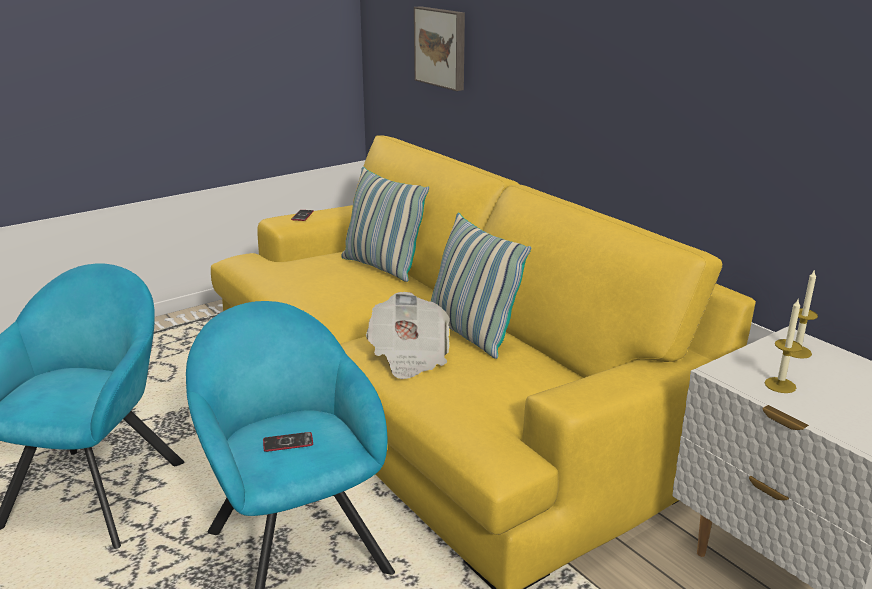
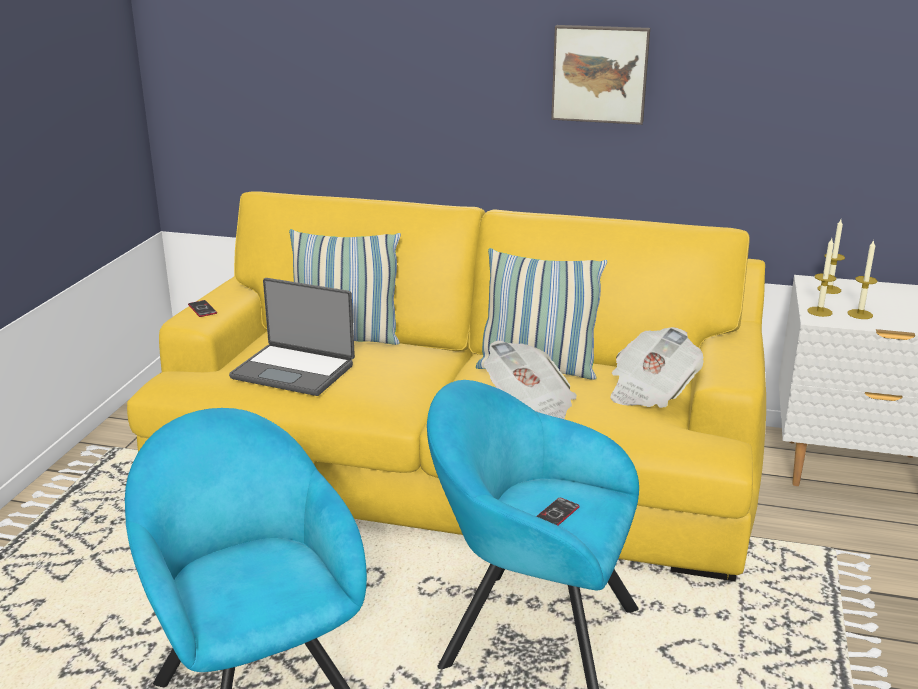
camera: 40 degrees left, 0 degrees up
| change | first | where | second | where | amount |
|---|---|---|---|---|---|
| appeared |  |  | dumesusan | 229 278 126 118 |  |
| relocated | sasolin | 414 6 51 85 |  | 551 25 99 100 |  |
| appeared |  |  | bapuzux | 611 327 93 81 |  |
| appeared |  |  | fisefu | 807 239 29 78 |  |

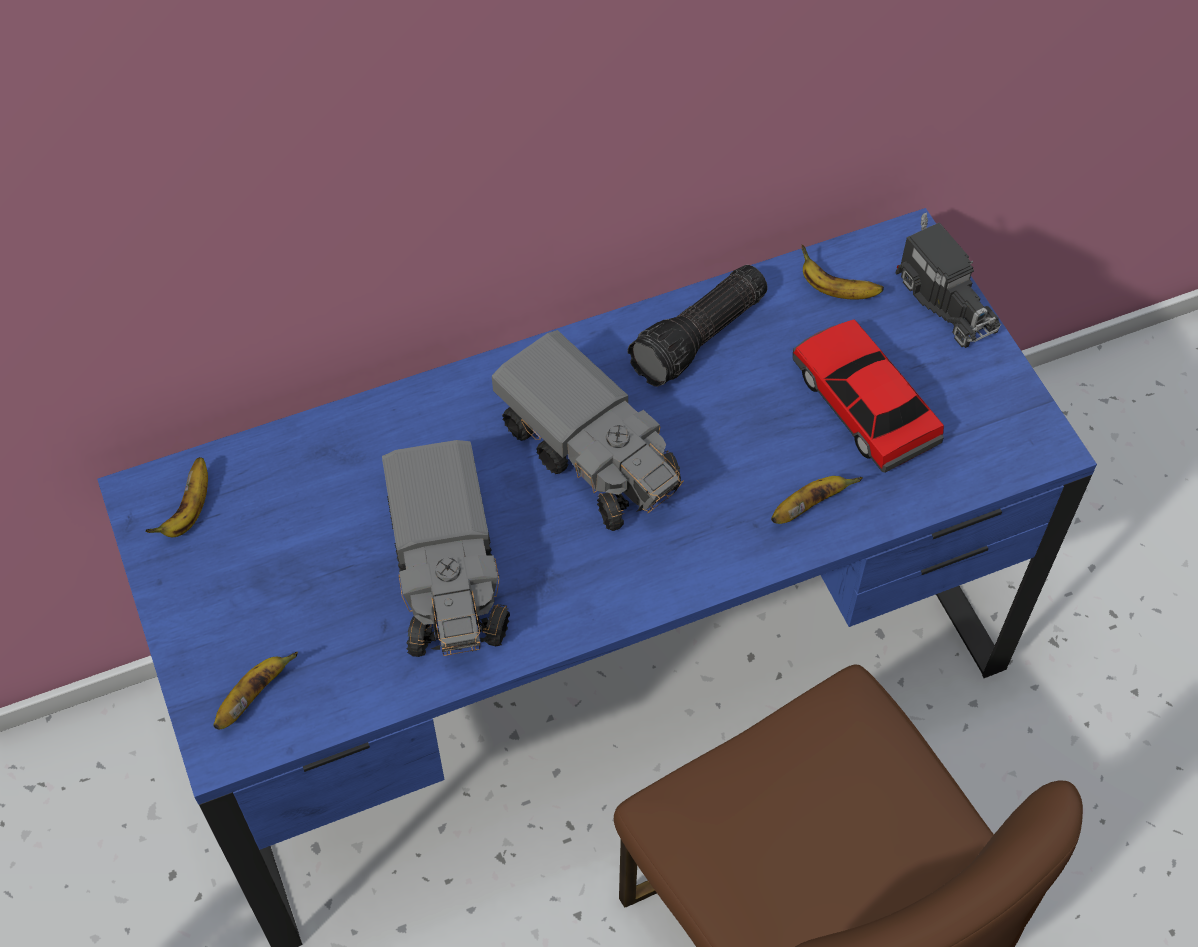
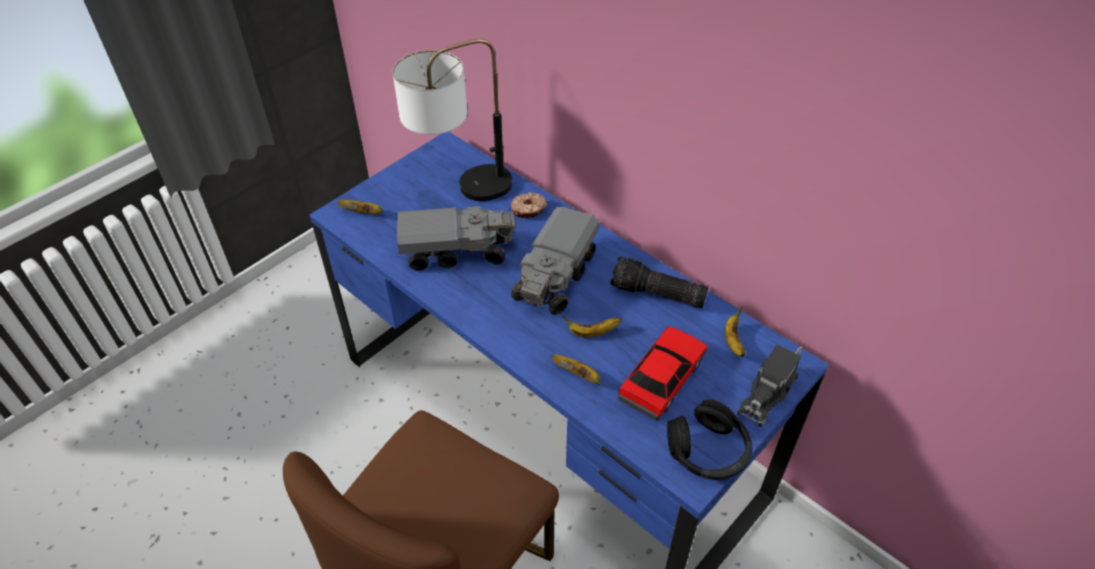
camera: 65 degrees right, 10 degrees down
| change | first | where | second | where | amount |
|---|---|---|---|---|---|
| appeared |  |  | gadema | 393 39 119 162 |  |
| spun | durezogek | 382 440 128 217 |  | 397 206 120 65 | 150 degrees counterclockwise |
| appeared |  |  | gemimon | 511 193 36 26 |  |
| relocated | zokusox | 145 457 63 80 |  | 563 316 58 21 |  |
| appeared |  |  | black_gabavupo | 667 399 85 81 |  |

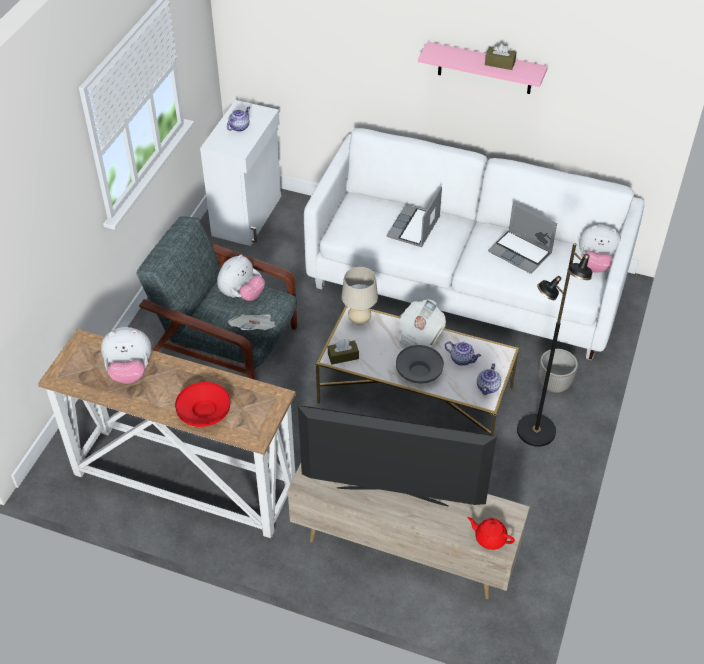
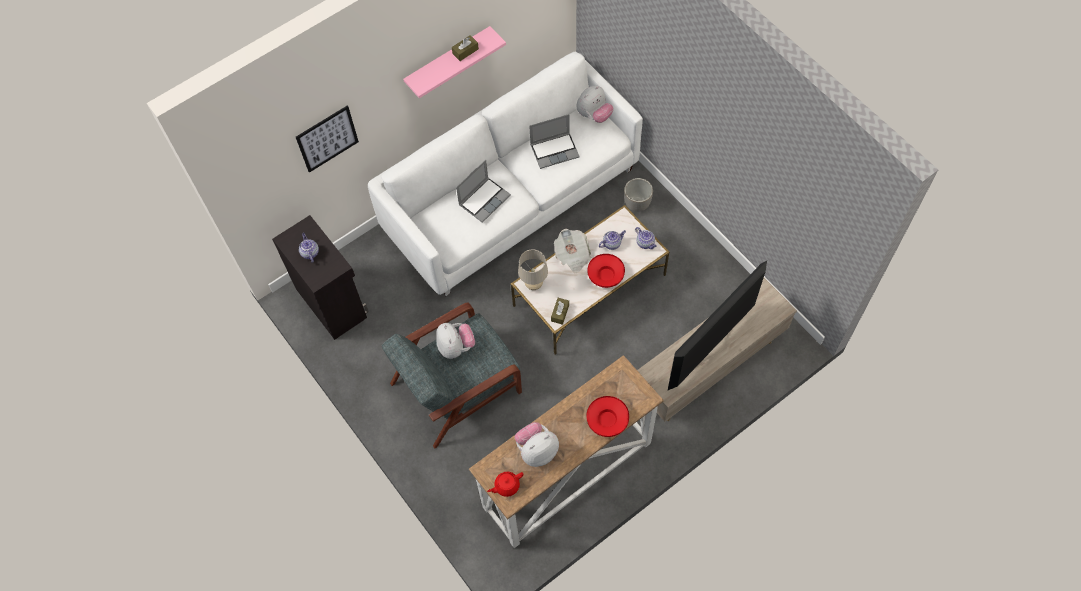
camera: 55 degrees left, 15 degrees up
| change | first | where | second | where | amount |
|---|---|---|---|---|---|
| colour | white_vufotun | 200 100 81 146 | black_vufotun | 272 215 97 125 |  |
| appeared |  |  | sasolin | 296 105 63 68 |  |
| spun | dumesusan | 386 186 56 61 |  | 456 160 55 63 | 105 degrees counterclockwise |
| relocated | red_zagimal | 467 517 48 33 |  | 487 472 37 25 |  |
| spun | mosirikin | 101 327 51 57 |  | 515 422 44 45 | 150 degrees counterclockwise |
| colour | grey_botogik | 396 345 48 39 | red_botogik | 587 254 38 34 |  |
| missing | bapuzux | 228 314 48 16 |  |  |  |
| missing | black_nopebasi | 517 243 75 204 |  |  |  |

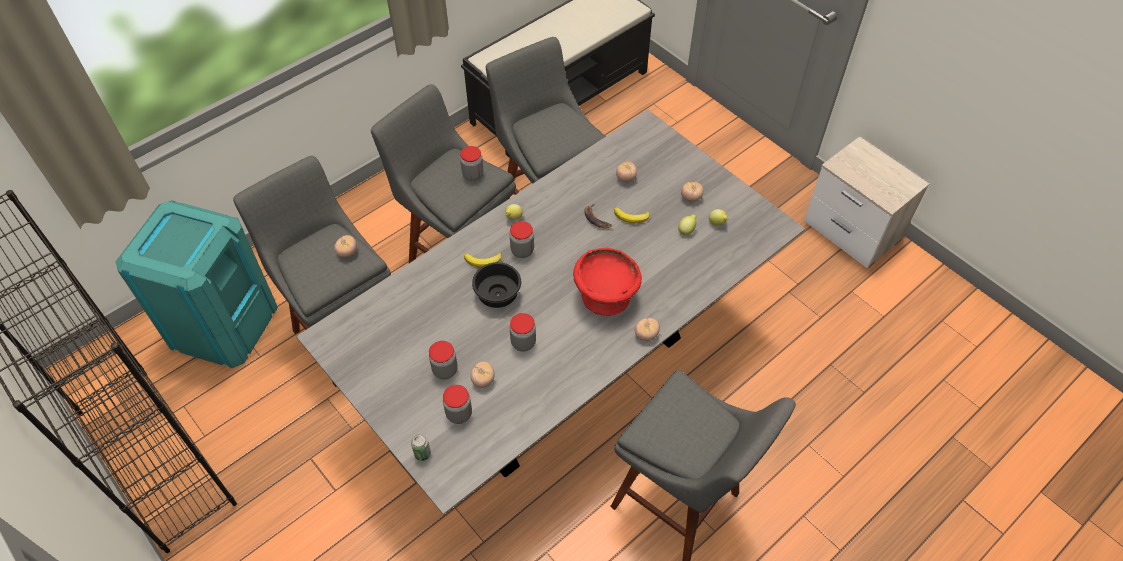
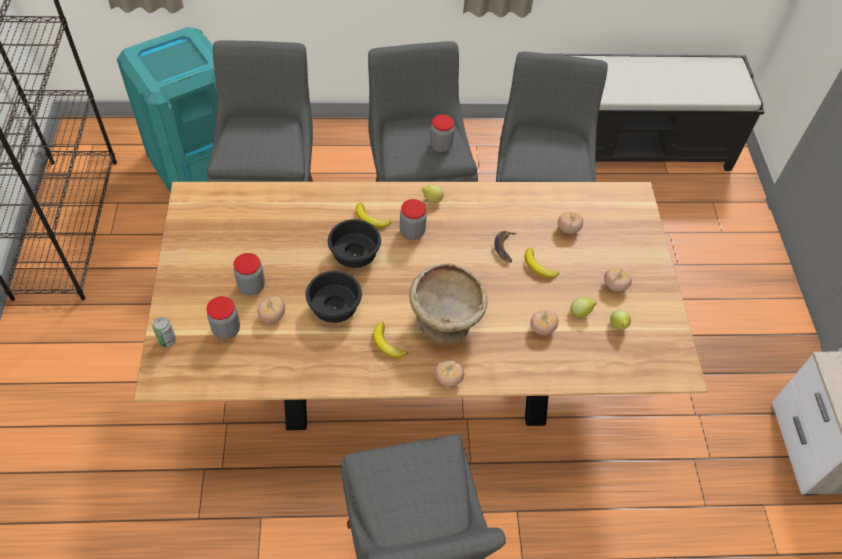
camera: 35 degrees right, 0 degrees up
| change | first | where | second | where | amount |
|---|---|---|---|---|---|
| colour | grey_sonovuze | 296 110 509 405 | brown_sonovuze | 134 182 574 248 |  |
| exchanged | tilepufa | 510 313 26 39 | black_botogik | 305 271 57 52 |  |
| appeared |  |  | zokusox | 373 322 34 36 |  |
| colour | red_botogik | 573 248 69 68 | beige_botogik | 409 263 78 80 |  |
| relocated | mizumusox | 334 235 23 22 |  | 530 310 29 25 |  |

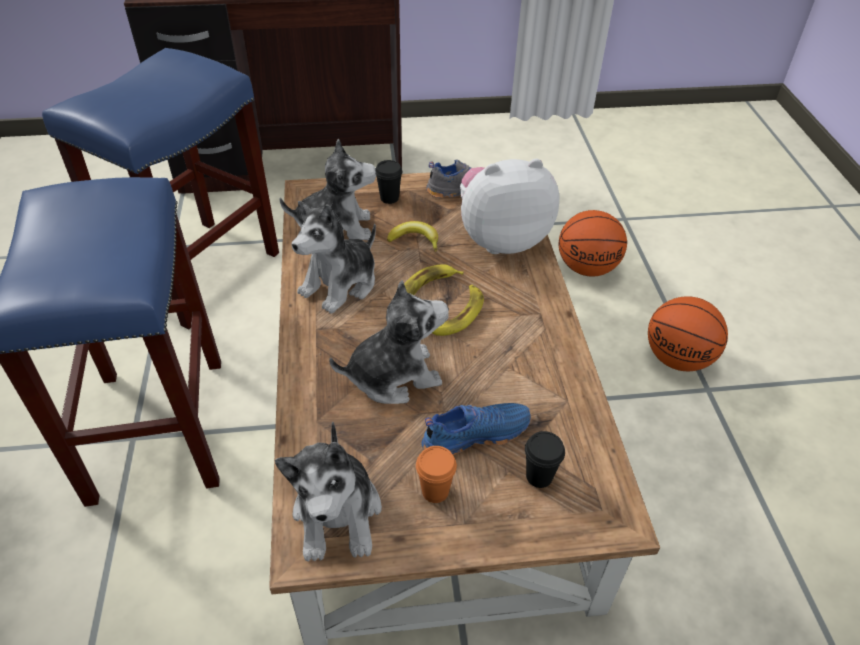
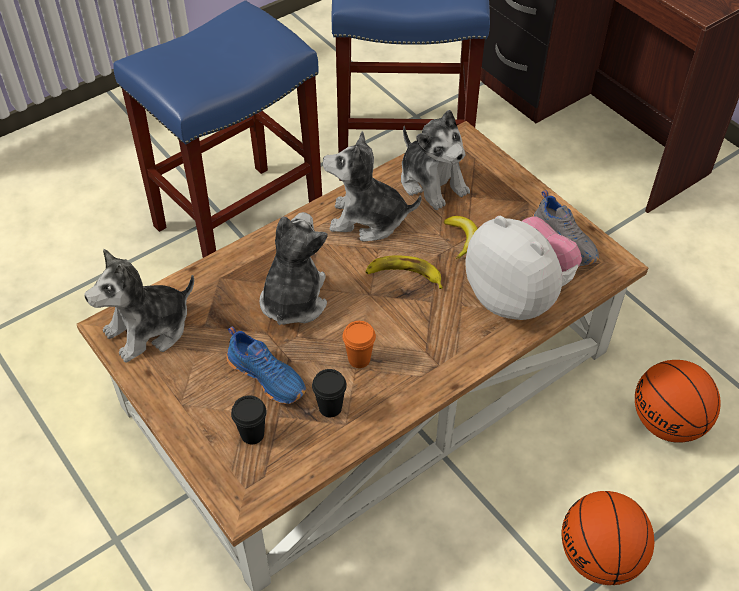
camera: 60 degrees right, 5 degrees up
| change | first | where | second | where | amount |
|---|---|---|---|---|---|
| spun | mosirikin | 329 280 120 124 |  | 260 212 68 113 | 120 degrees counterclockwise |
| relocated | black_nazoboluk | 376 160 26 44 |  | 312 369 35 48 |  |
| relocated | orange_nazoboluk | 416 446 41 57 |  | 342 321 34 47 |  |
| missing | zokusox | 432 285 52 51 |  |  |  |

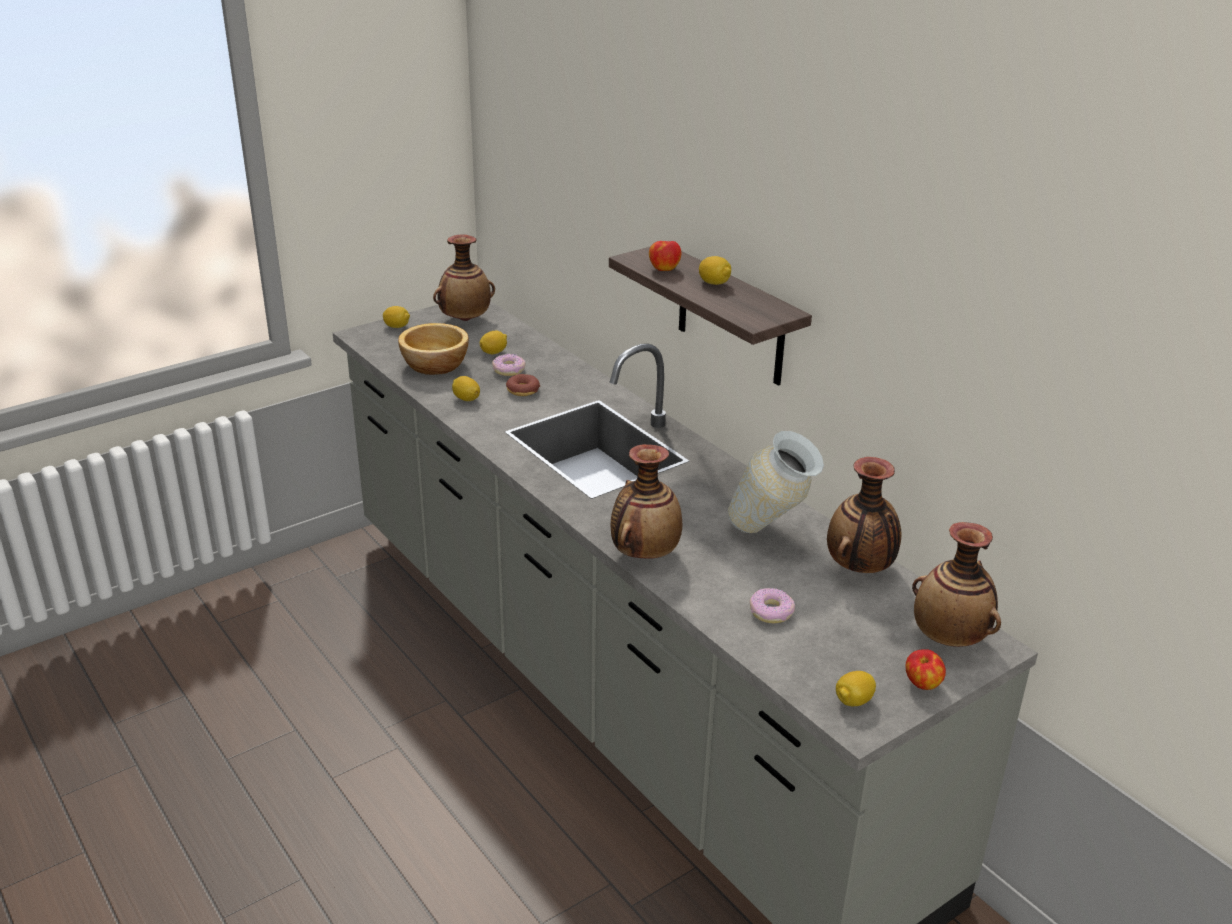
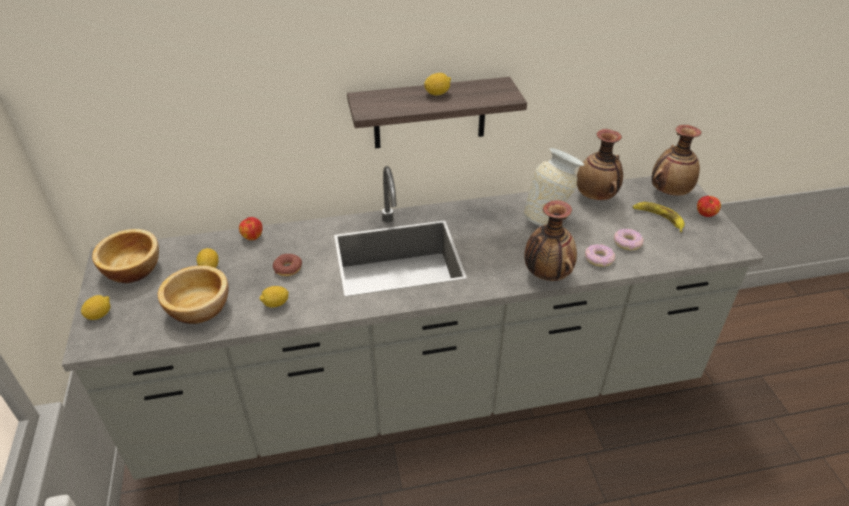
camera: 65 degrees left, 10 degrees up
| change | first | where | second | where | amount |
|---|---|---|---|---|---|
| exchanged | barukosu | 433 234 62 87 | botogik | 92 229 67 54 |  |
| relocated | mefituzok | 649 241 32 30 |  | 239 217 24 23 |  |
| relocated | gemimon | 492 354 33 22 |  | 585 244 30 23 |  |
| appeared |  |  | zokusox | 633 202 52 31 |  |
| missing | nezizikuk | 836 671 40 35 |  |  |  |

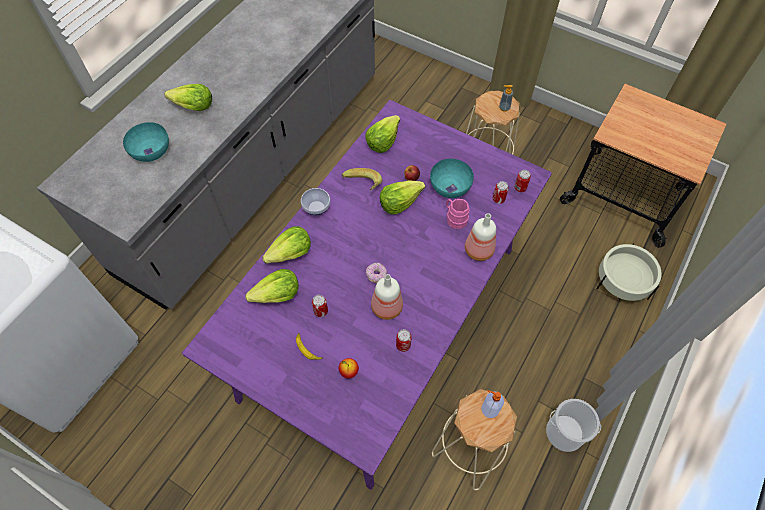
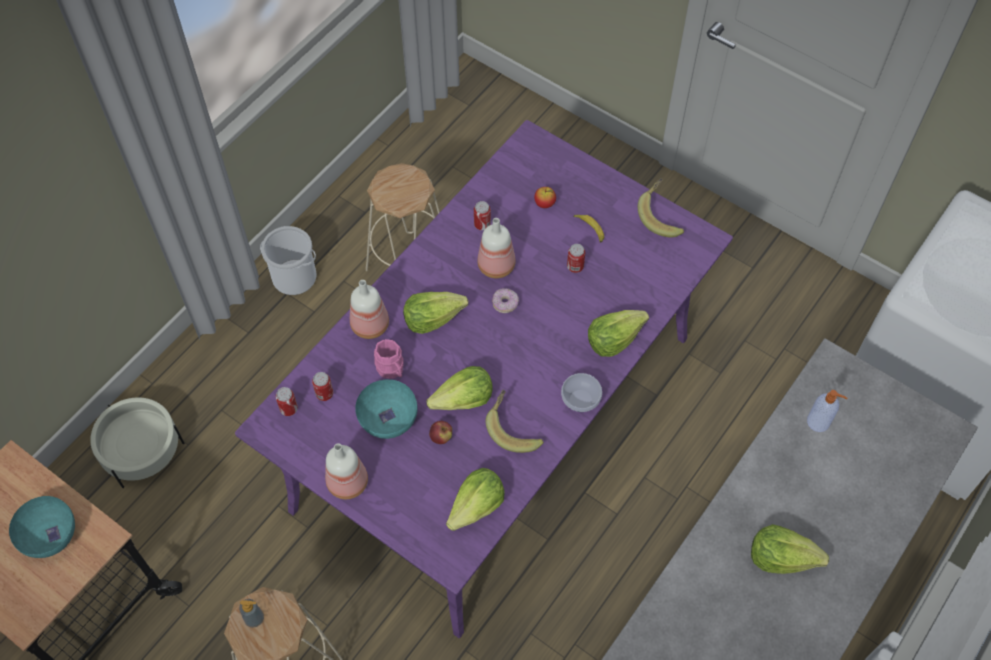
camera: 175 degrees left, 0 degrees up
| change | first | where | second | where | amount |
|---|---|---|---|---|---|
| relocated | turquoise_botogik | 123 122 46 40 |  | 9 496 66 62 |  |
| appeared |  |  | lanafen | 325 443 43 56 |  |
| relocated | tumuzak | 245 269 54 34 |  | 403 292 65 42 |  |
| appeared |  |  | zokusox | 638 178 46 59 |  |
| relocated | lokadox | 481 390 23 28 |  | 807 390 40 42 |  |

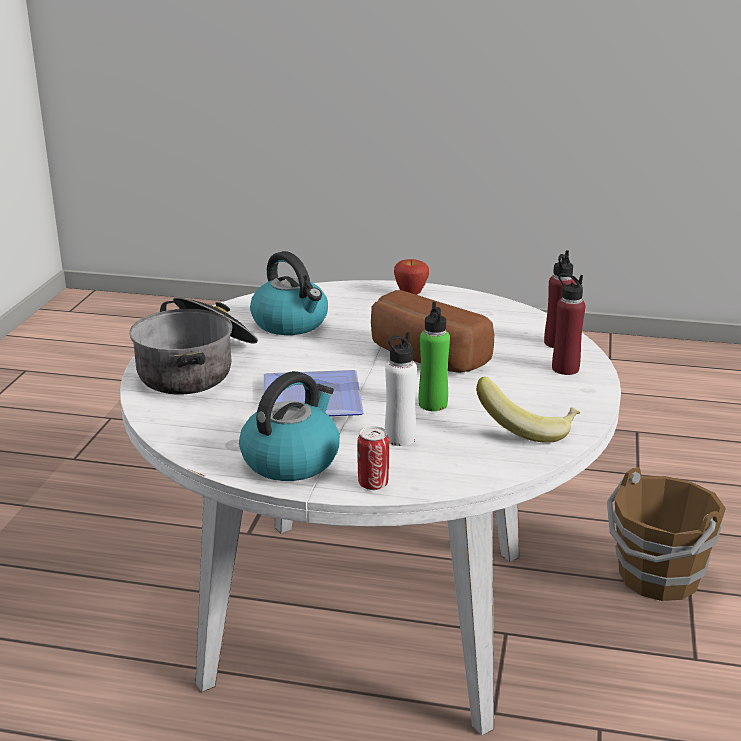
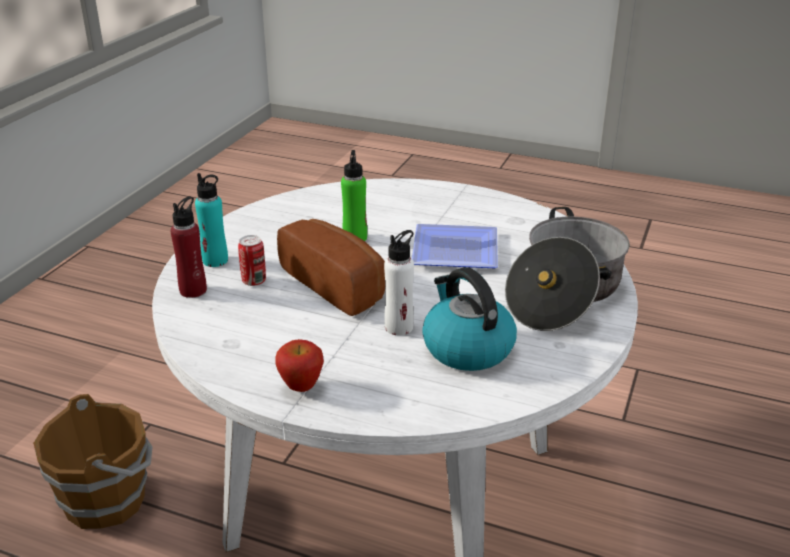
camera: 170 degrees left, 5 degrees up
| change | first | where | second | where | amount |
|---|---|---|---|---|---|
| colour | red_lanafen | 552 273 34 102 | turquoise_lanafen | 195 173 33 94 |  |
| relocated | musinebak | 357 426 32 64 |  | 238 235 28 51 |  |
| relocated | white_lanafen | 385 332 32 114 |  | 384 230 30 105 |  |
| missing | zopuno | 239 371 101 110 |  |  |  |
| missing | zokusox | 476 377 104 66 |  |  |  |

